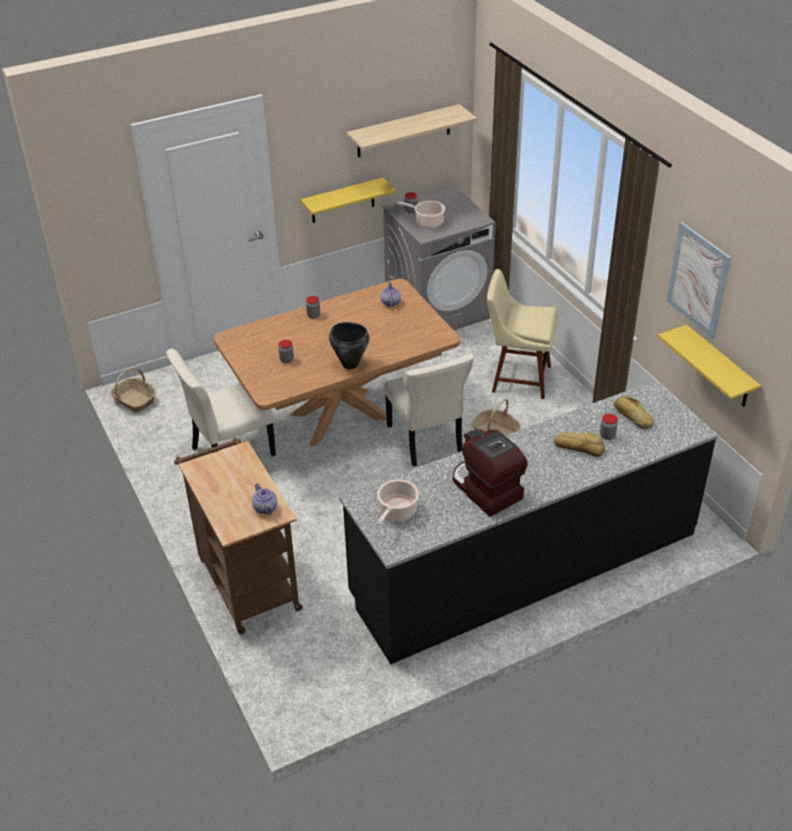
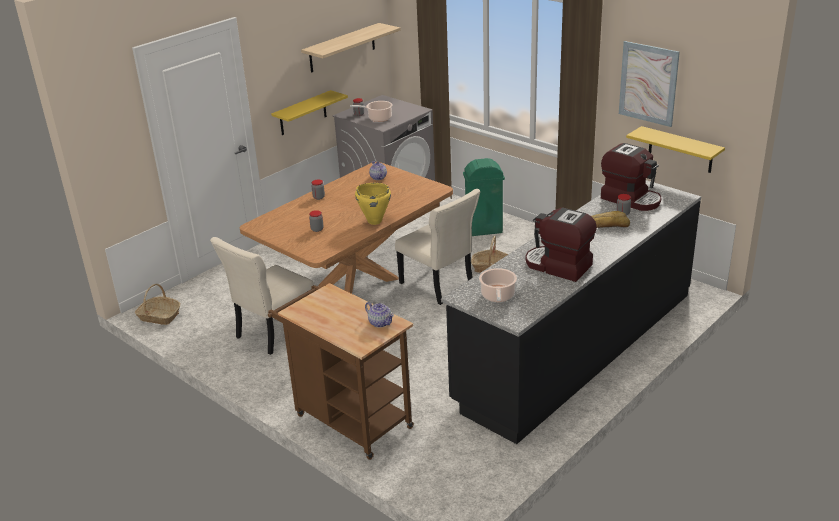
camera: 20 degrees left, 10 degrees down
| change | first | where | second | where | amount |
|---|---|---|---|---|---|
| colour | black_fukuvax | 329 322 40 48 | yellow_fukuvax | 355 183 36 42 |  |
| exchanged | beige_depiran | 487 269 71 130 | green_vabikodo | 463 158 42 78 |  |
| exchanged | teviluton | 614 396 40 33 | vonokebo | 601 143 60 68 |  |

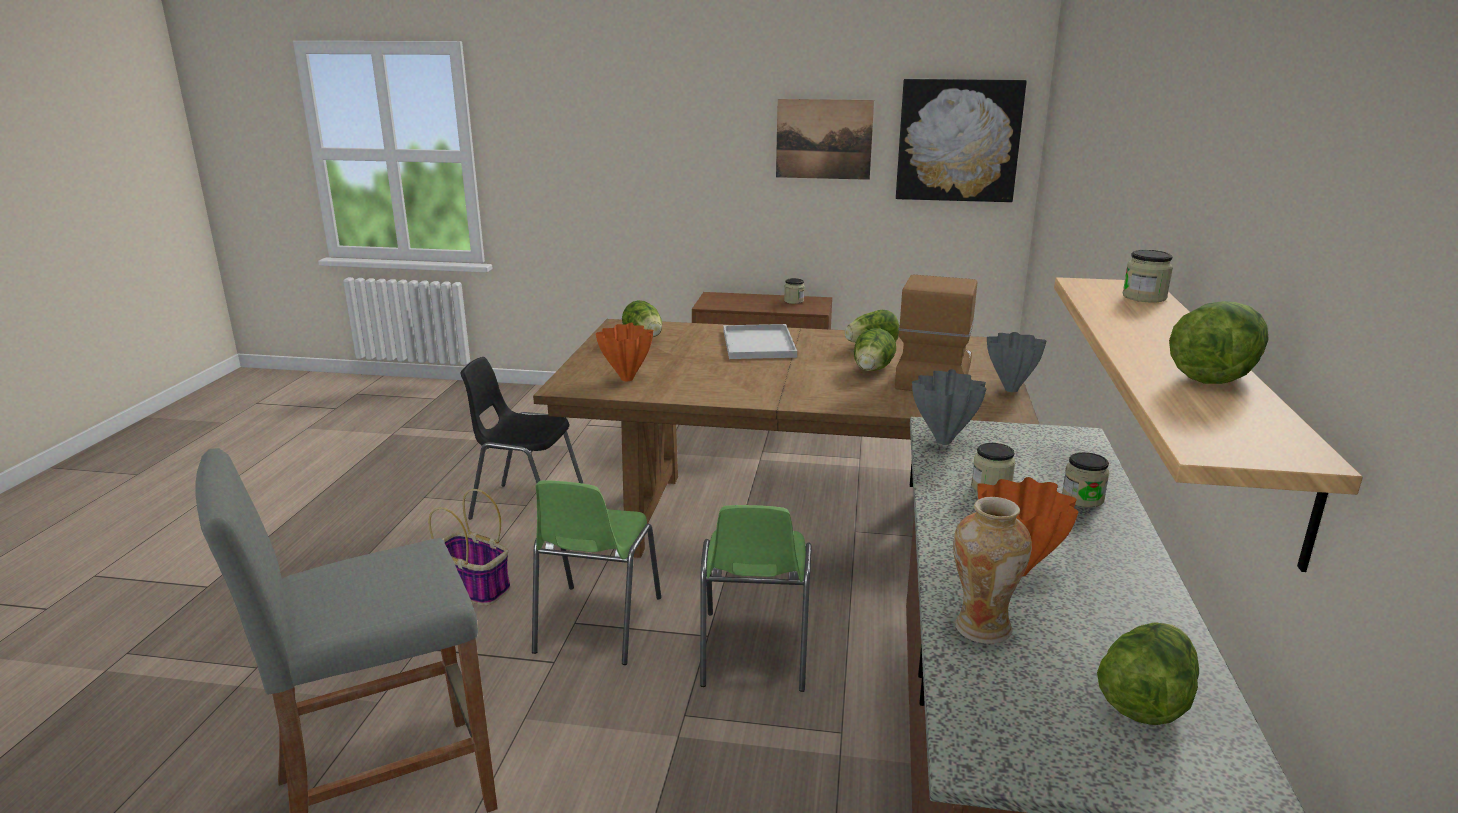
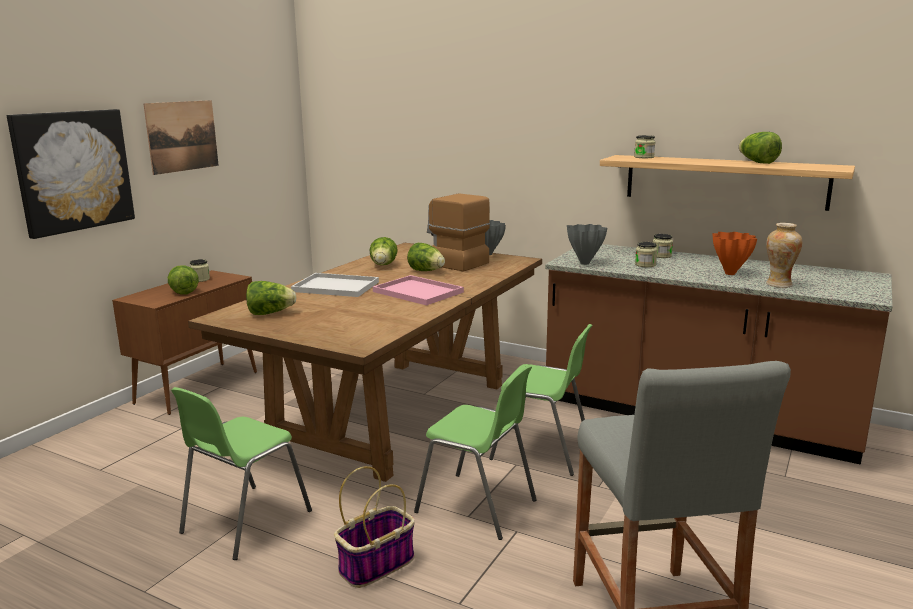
camera: 70 degrees left, 5 degrees down
| change | first | where | second | where | amount |
|---|---|---|---|---|---|
| relocated | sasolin | 896 79 131 123 |  | 7 109 128 130 |  |
| relocated | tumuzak | 1097 622 102 103 |  | 168 265 31 30 |  |
| colour | black_depiran | 461 357 123 163 | green_depiran | 171 387 141 173 |  |
| appeared |  |  | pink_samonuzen | 373 275 91 31 |  |
| missing | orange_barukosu | 596 323 57 58 |  |  |  |

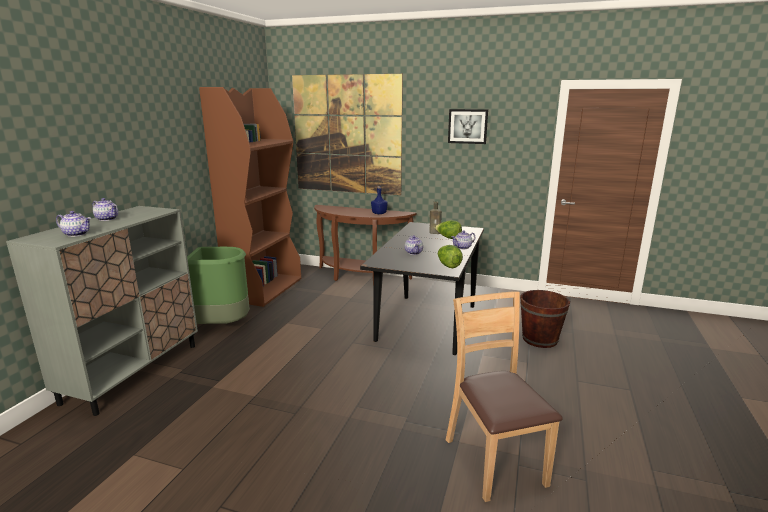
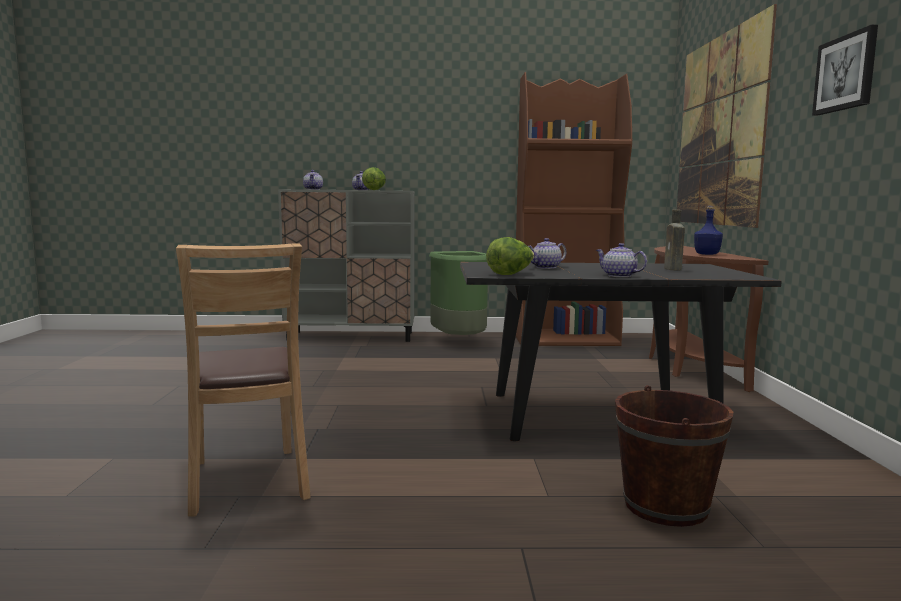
camera: 70 degrees right, 10 degrees down
| change | first | where | second | where | amount |
|---|---|---|---|---|---|
| spun | brown_depiran | 446 291 117 211 |  | 176 243 135 274 | 105 degrees clockwise |
| relocated | tumuzak | 435 220 27 19 |  | 362 167 24 23 |  |

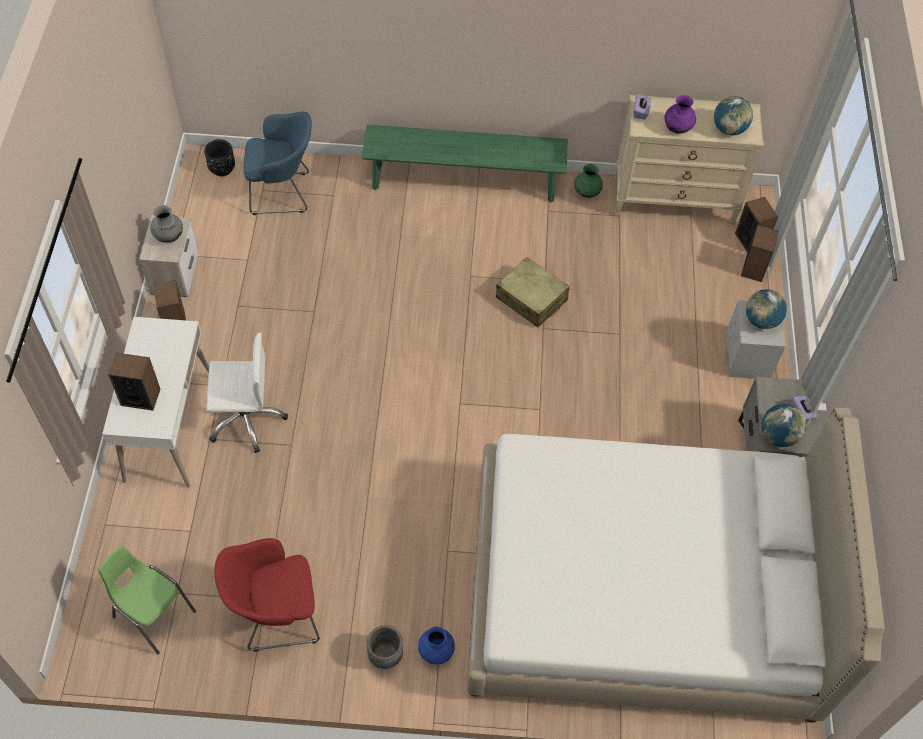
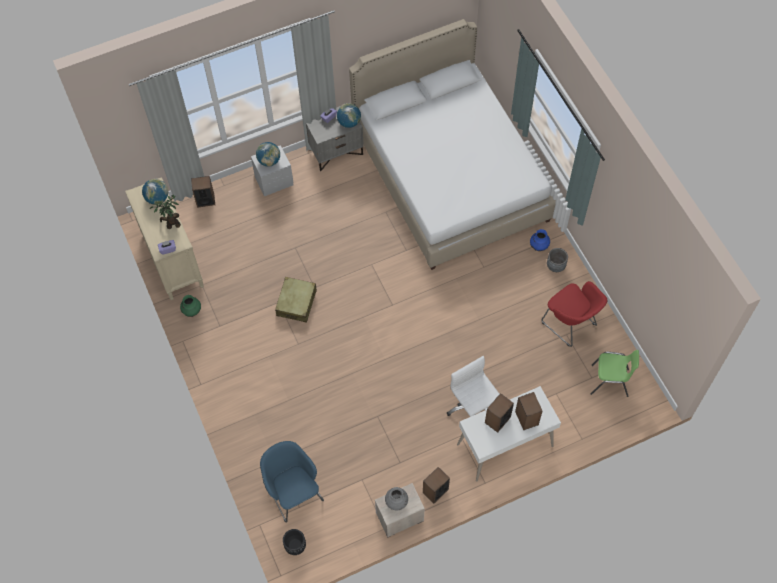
camera: 115 degrees left, 5 degrees up
| change | first | where | second | where | amount |
|---|---|---|---|---|---|
| exchanged | purple_barukosu | 664 95 32 39 | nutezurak | 149 195 32 34 |  |
| relocated | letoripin | 735 197 43 56 |  | 485 393 29 40 |  |
| spun | green_depiran | 98 546 98 109 |  | 591 350 48 47 | 90 degrees counterclockwise |
| missing | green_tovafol | 362 125 206 78 |  |  |  |

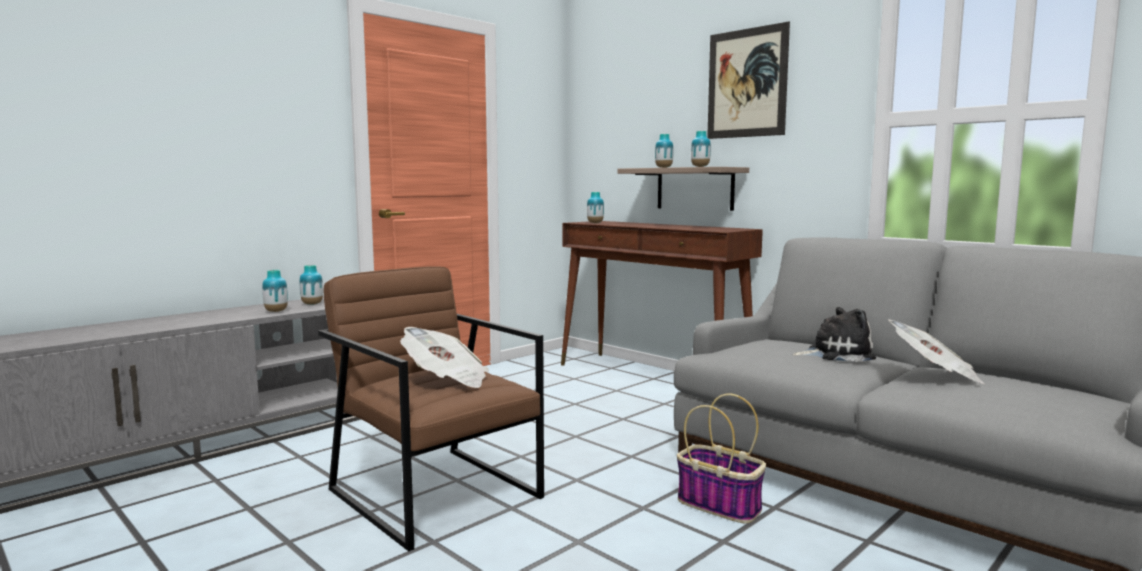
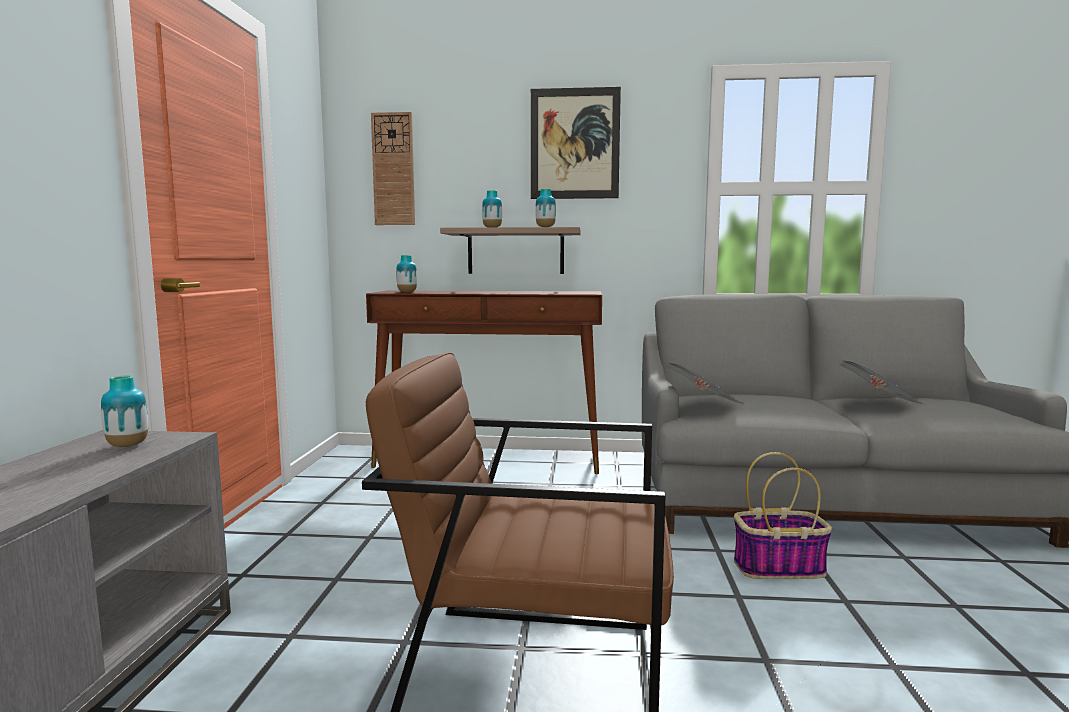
camera: 40 degrees left, 0 degrees up
| change | first | where | second | where | amount |
|---|---|---|---|---|---|
| appeared |  |  | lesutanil | 371 112 44 113 |  |
| relocated | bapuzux | 400 327 89 61 |  | 666 363 77 40 |  |
| missing | barukosu | 262 270 26 42 |  |  |  |
| missing | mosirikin | 793 307 83 55 |  |  |  |

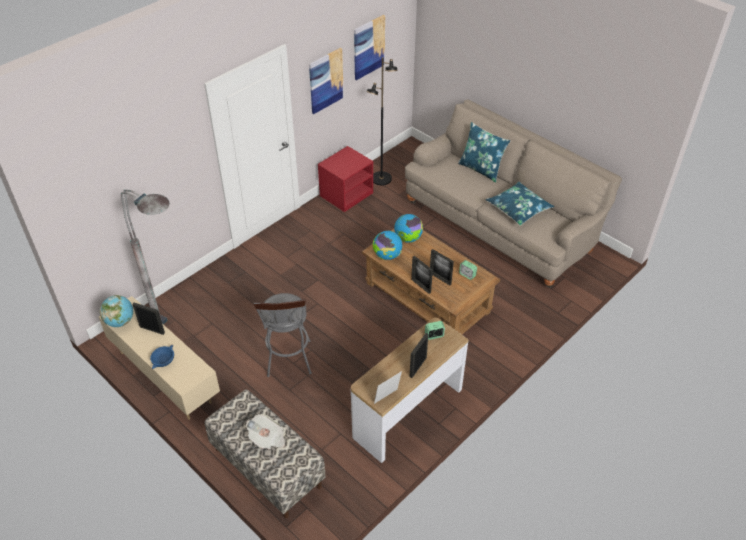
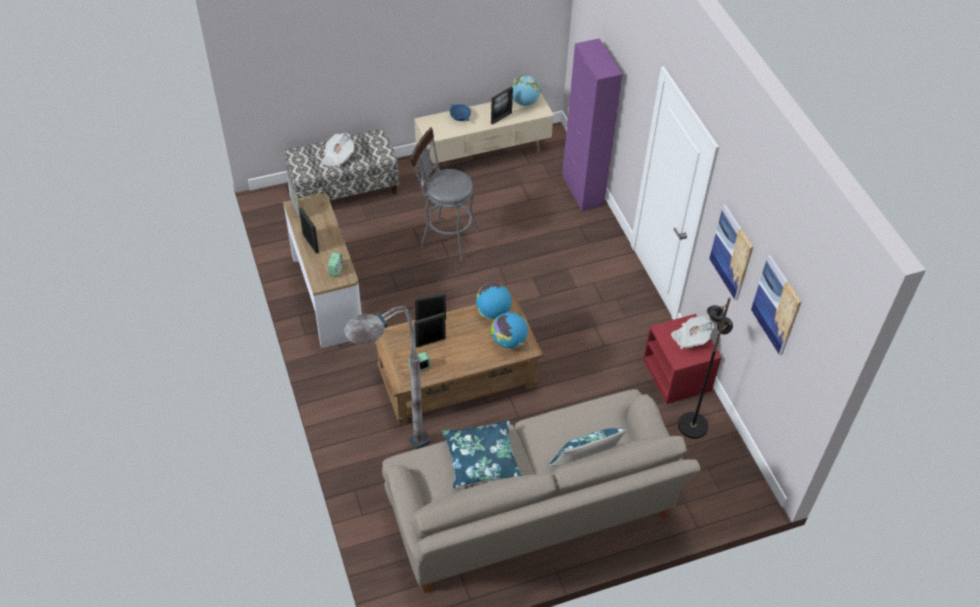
camera: 115 degrees right, 5 degrees up
| change | first | where | second | where | amount |
|---|---|---|---|---|---|
| relocated | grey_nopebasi | 121 190 49 134 |  | 345 305 85 144 |  |
| appeared |  |  | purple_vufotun | 562 39 61 172 |  |
| appeared |  |  | bapuzux | 671 316 43 33 |  |

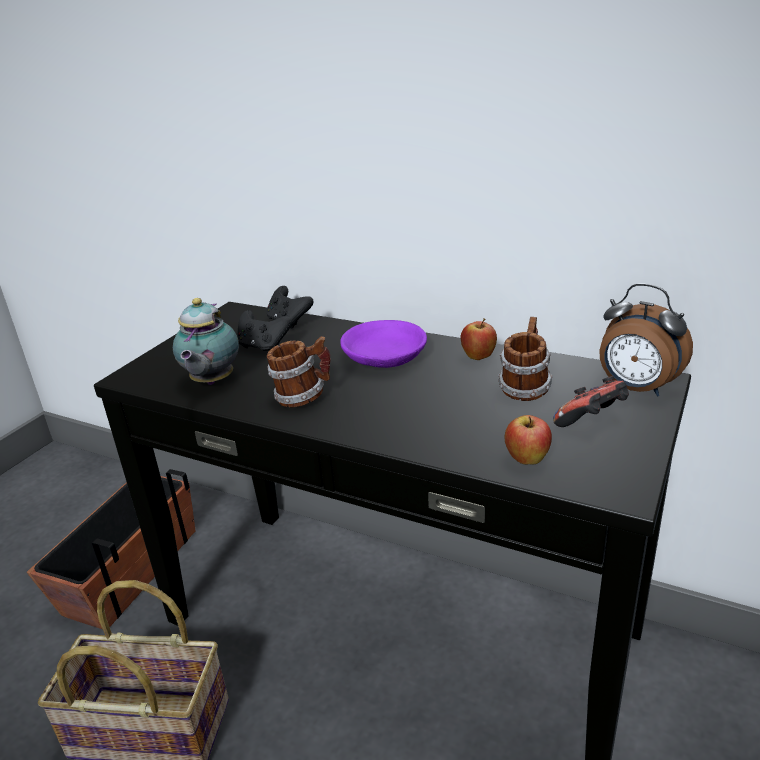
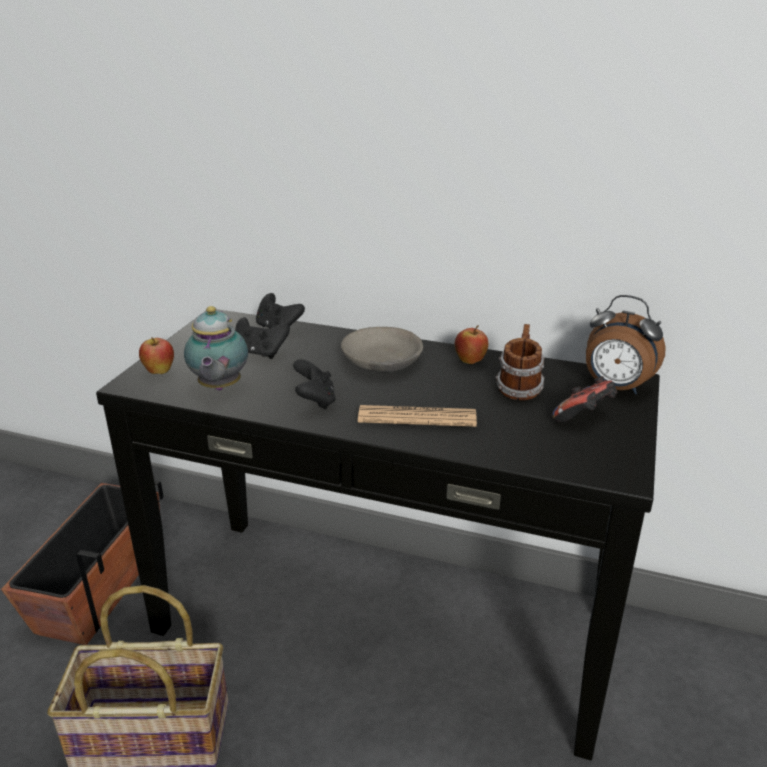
camera: 10 degrees left, 0 degrees up
| change | first | where | second | where | amount |
|---|---|---|---|---|---|
| relocated | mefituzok | 505 415 47 49 |  | 139 337 35 37 |  |
| exchanged | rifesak | 267 336 64 71 | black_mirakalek | 293 359 43 51 |  |
| colour | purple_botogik | 340 320 87 48 | grey_botogik | 341 327 82 45 |  |
| appeared |  |  | bapuzux | 358 405 119 22 |  |

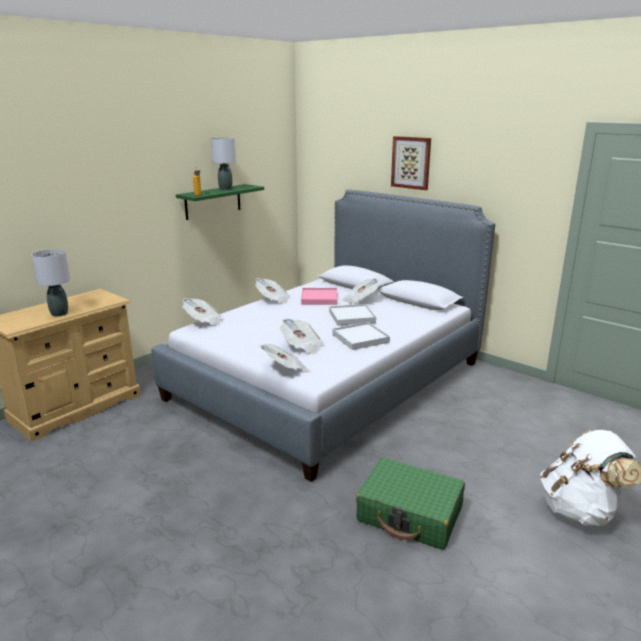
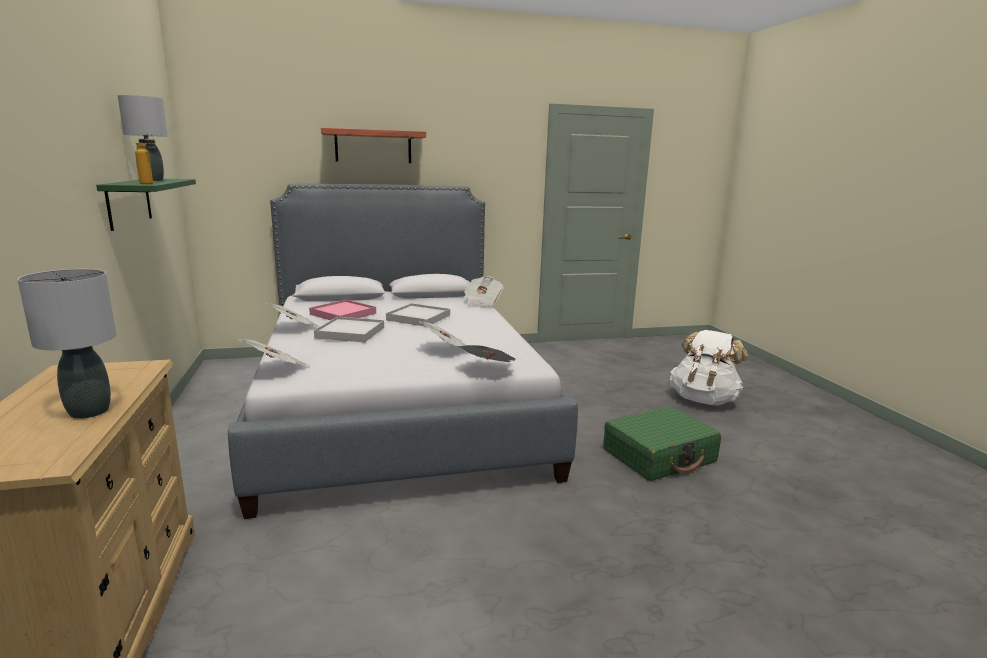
camera: 55 degrees left, 5 degrees down
| change | first | where | second | where | amount |
|---|---|---|---|---|---|
| relocated | white_samonuzen | 332 322 58 28 |  | 314 317 70 25 |  |
| exchanged | sasolin | 391 136 40 54 | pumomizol | 321 128 105 35 |  |
| relocated | bapuzux | 342 278 37 26 |  | 464 276 40 32 |  |

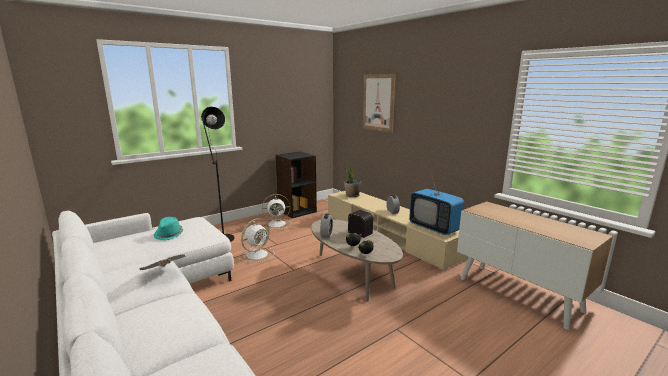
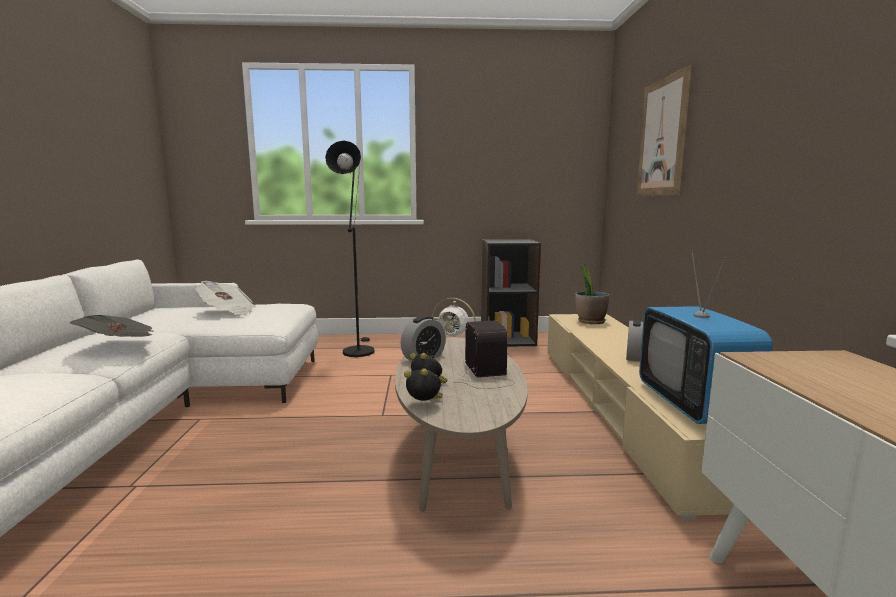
camera: 35 degrees right, 5 degrees down
| change | first | where | second | where | amount |
|---|---|---|---|---|---|
| exchanged | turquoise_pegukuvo | 154 217 29 23 | bapuzux | 196 281 60 35 |  |
| missing | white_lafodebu | 239 218 36 45 |  |  |  |

